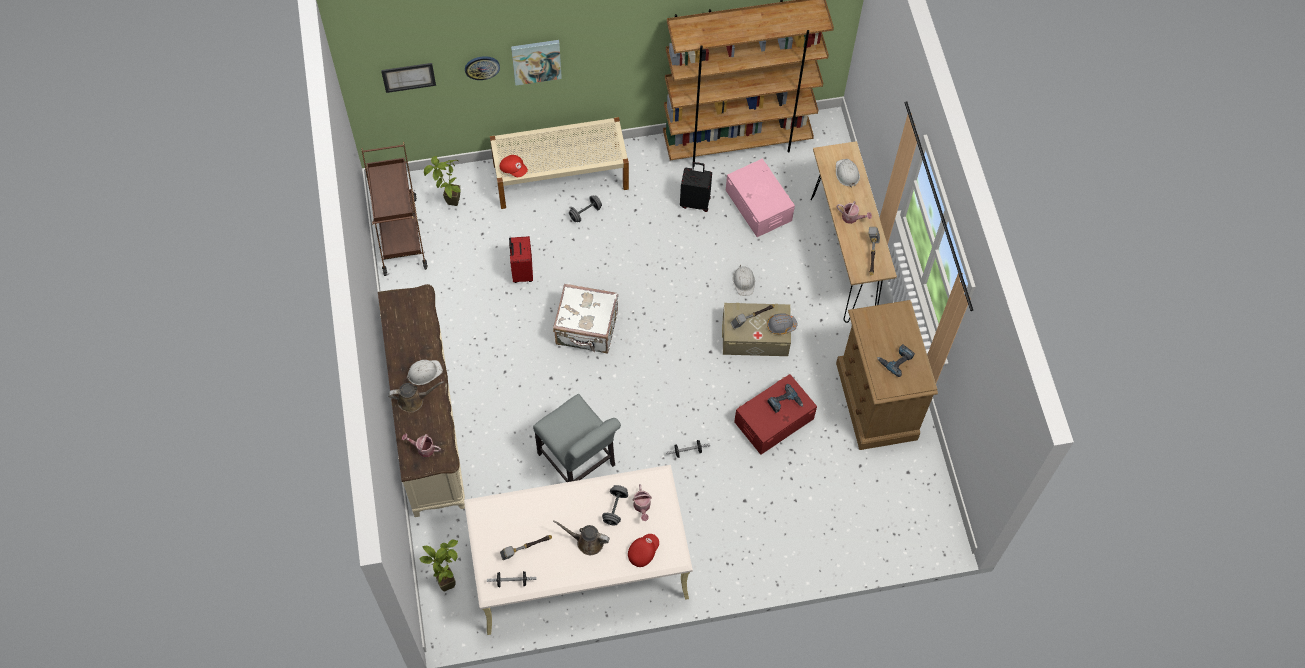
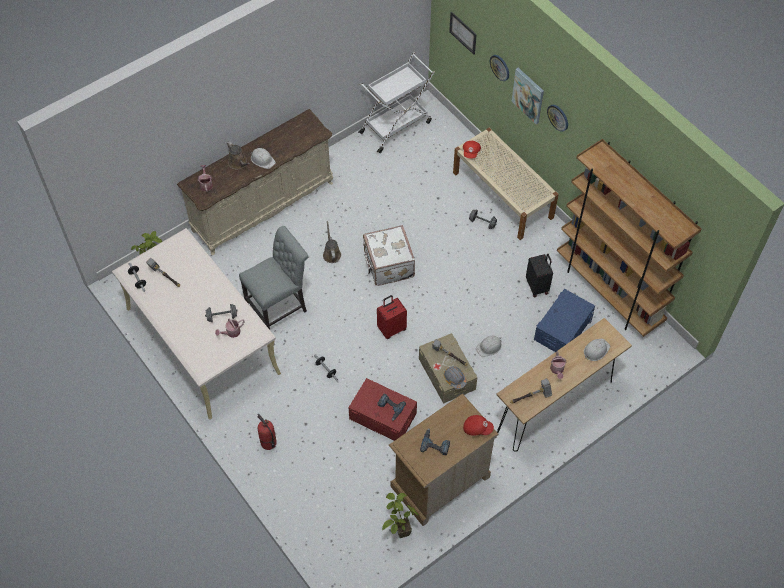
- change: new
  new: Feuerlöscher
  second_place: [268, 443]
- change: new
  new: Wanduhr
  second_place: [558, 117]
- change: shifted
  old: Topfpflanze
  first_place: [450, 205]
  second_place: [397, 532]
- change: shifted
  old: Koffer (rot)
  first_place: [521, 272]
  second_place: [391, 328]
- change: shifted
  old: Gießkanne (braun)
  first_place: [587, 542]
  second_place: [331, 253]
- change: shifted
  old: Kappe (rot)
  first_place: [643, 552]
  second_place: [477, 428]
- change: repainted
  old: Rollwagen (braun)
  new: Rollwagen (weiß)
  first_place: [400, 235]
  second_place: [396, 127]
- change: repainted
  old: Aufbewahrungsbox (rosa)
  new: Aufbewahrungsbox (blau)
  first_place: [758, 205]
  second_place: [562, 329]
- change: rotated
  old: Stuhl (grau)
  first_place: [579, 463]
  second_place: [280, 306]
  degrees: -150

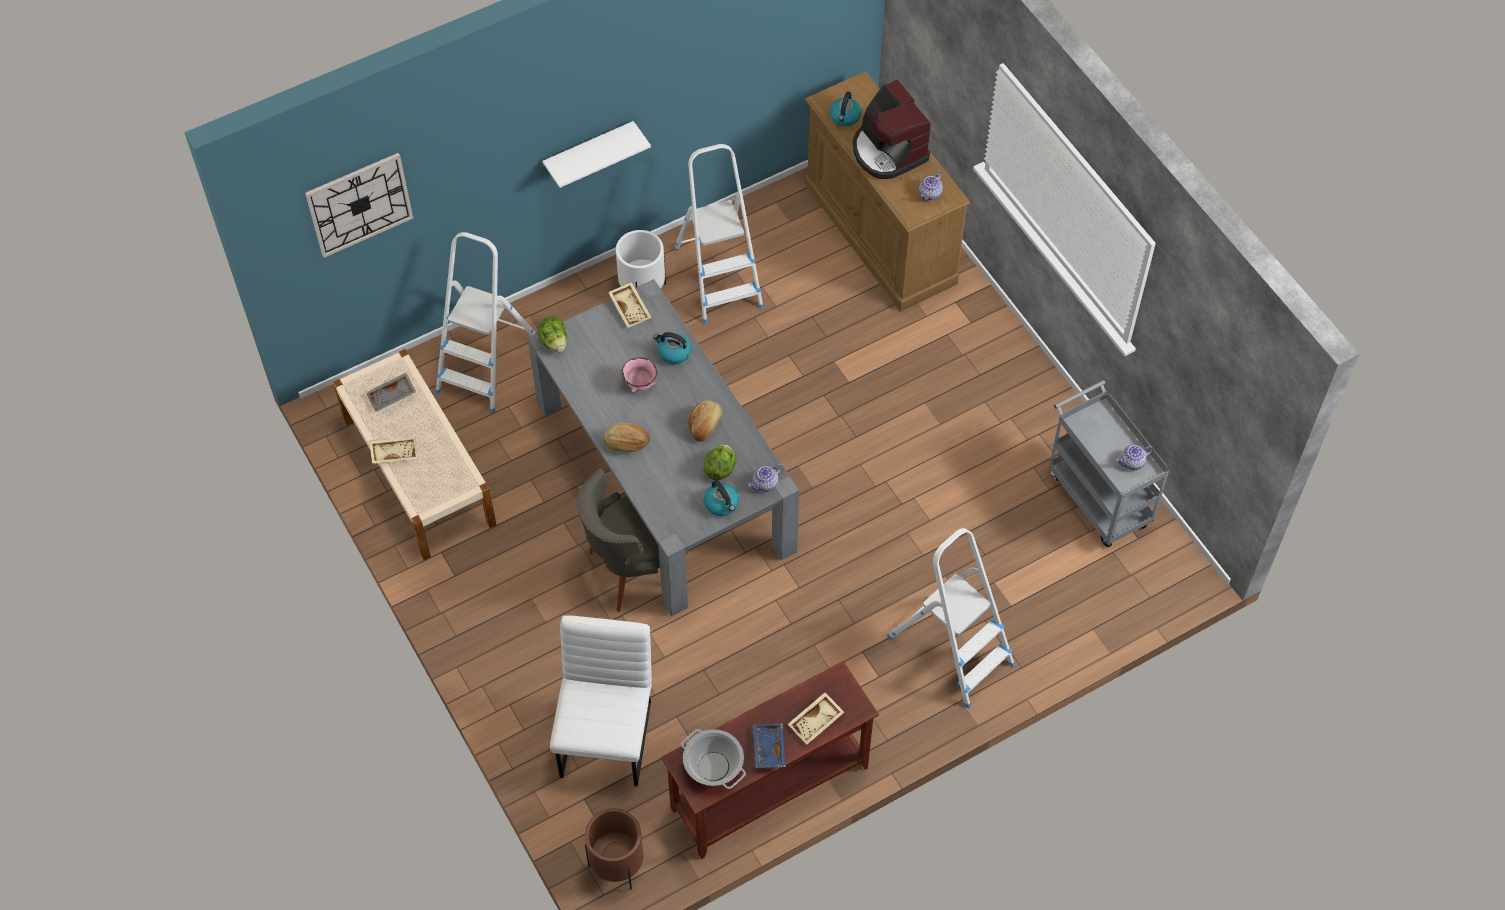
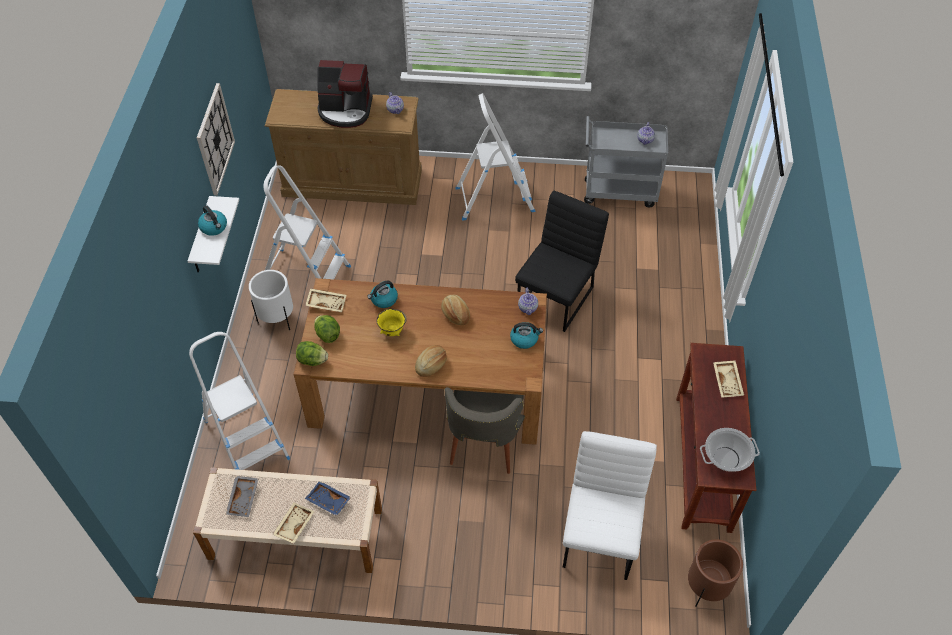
- change: new
  new: Stuhl (schwarz)
  second_place: [557, 297]
- change: shifted
  old: Wanduhr
  first_place: [359, 204]
  second_place: [215, 139]
- change: shifted
  old: Salatkopf
  first_place: [720, 469]
  second_place: [327, 334]
- change: shifted
  old: Tablett (blau)
  first_place: [767, 748]
  second_place: [328, 501]
- change: shifted
  old: Wasserkessel
  first_place: [845, 117]
  second_place: [214, 227]
- change: shifted
  old: Trittleiter (weiß)
  first_place: [951, 651]
  second_place: [496, 199]
- change: repainted
  old: Esstisch (grau)
  new: Esstisch (braun)
  first_place: [664, 476]
  second_place: [427, 387]
- change: repainted
  old: Schüssel (rosa)
  new: Schüssel (gelb)
  first_place: [640, 385]
  second_place: [392, 331]
- change: rotated
  old: Stuhl (weiß)
  first_place: [607, 735]
  second_place: [600, 535]
  degrees: 60

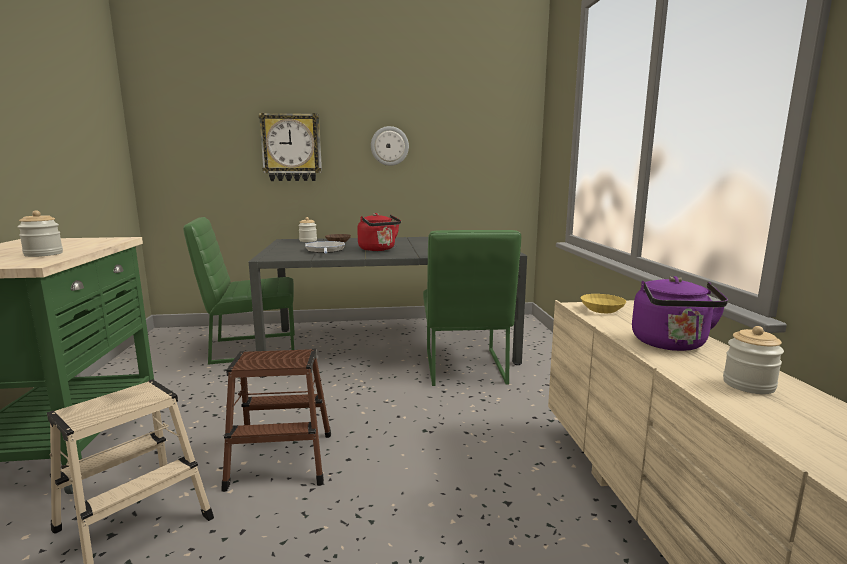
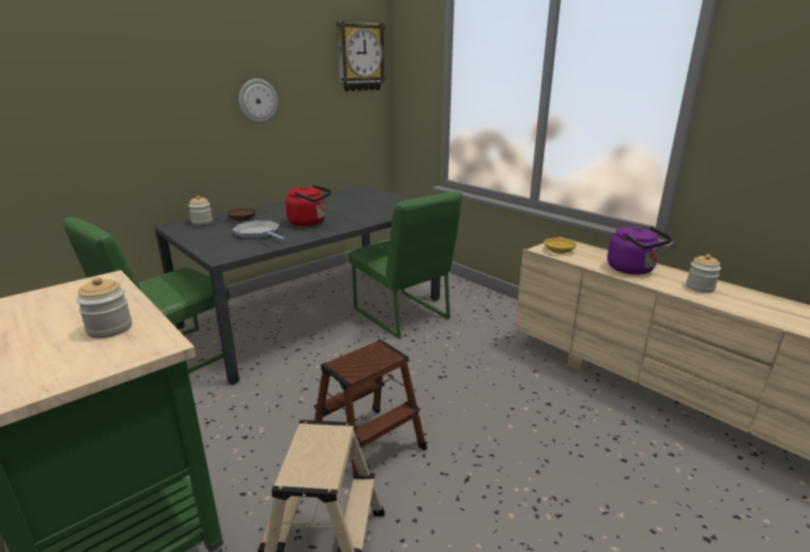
- change: shifted
  old: Wanduhr
  first_place: [291, 147]
  second_place: [360, 57]

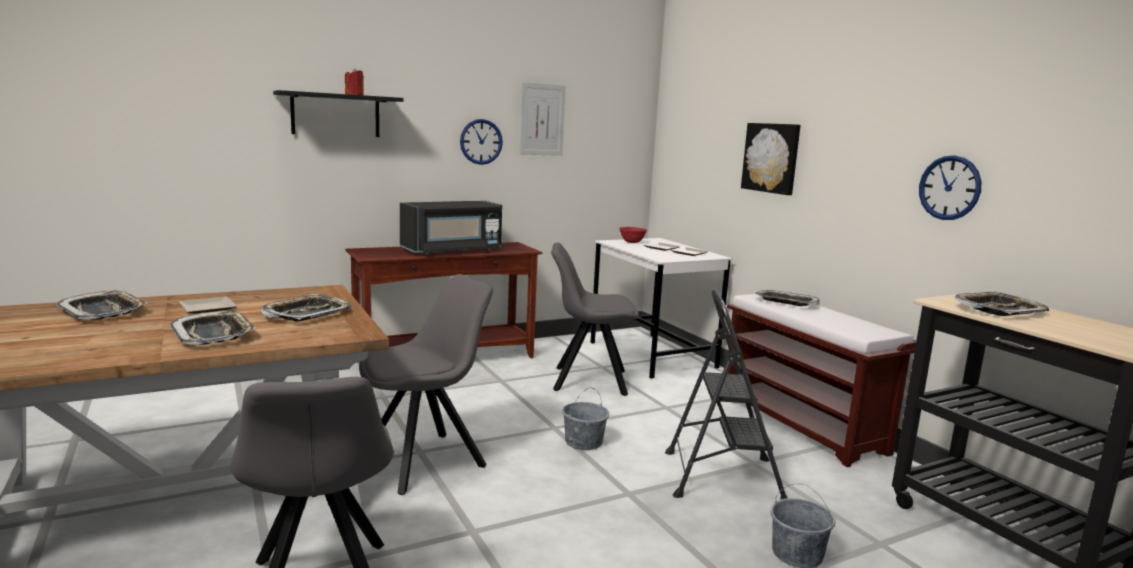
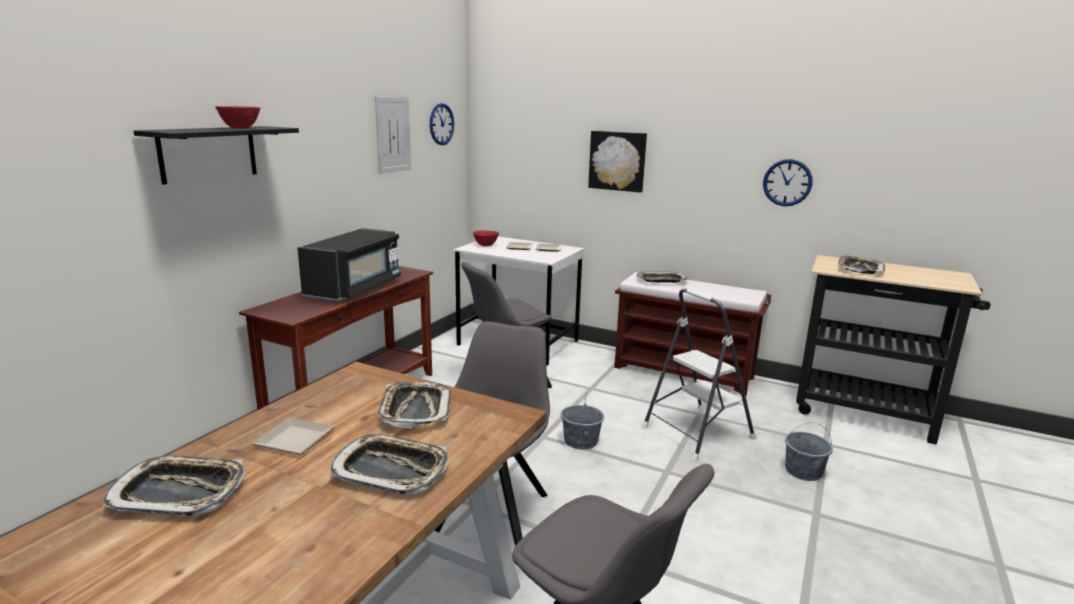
- change: shifted
  old: Wanduhr
  first_place: [481, 141]
  second_place: [441, 124]
- change: swapped
  old: Kerze (rot)
  new: Schüssel (rot)
  first_place: [354, 94]
  second_place: [240, 128]
- change: repainted
  old: Trittleiter (schwarz)
  new: Trittleiter (weiß)
  first_place: [719, 476]
  second_place: [695, 432]

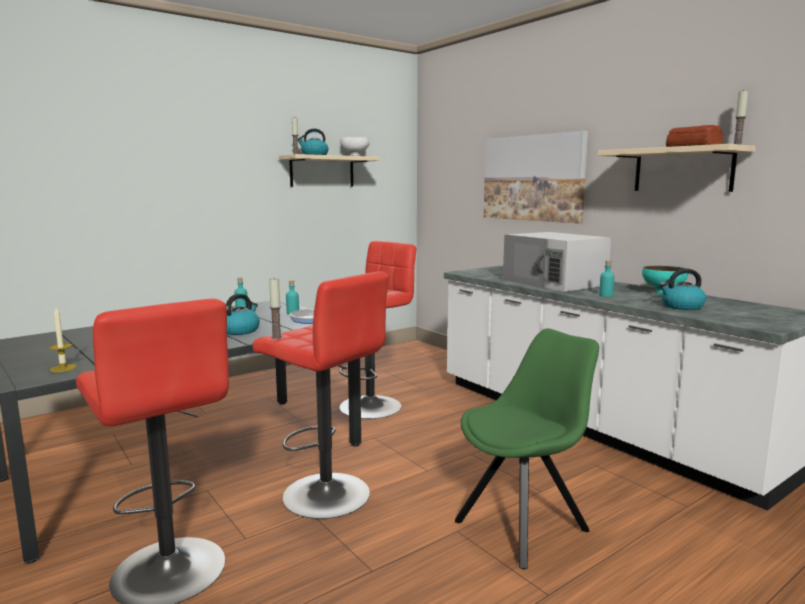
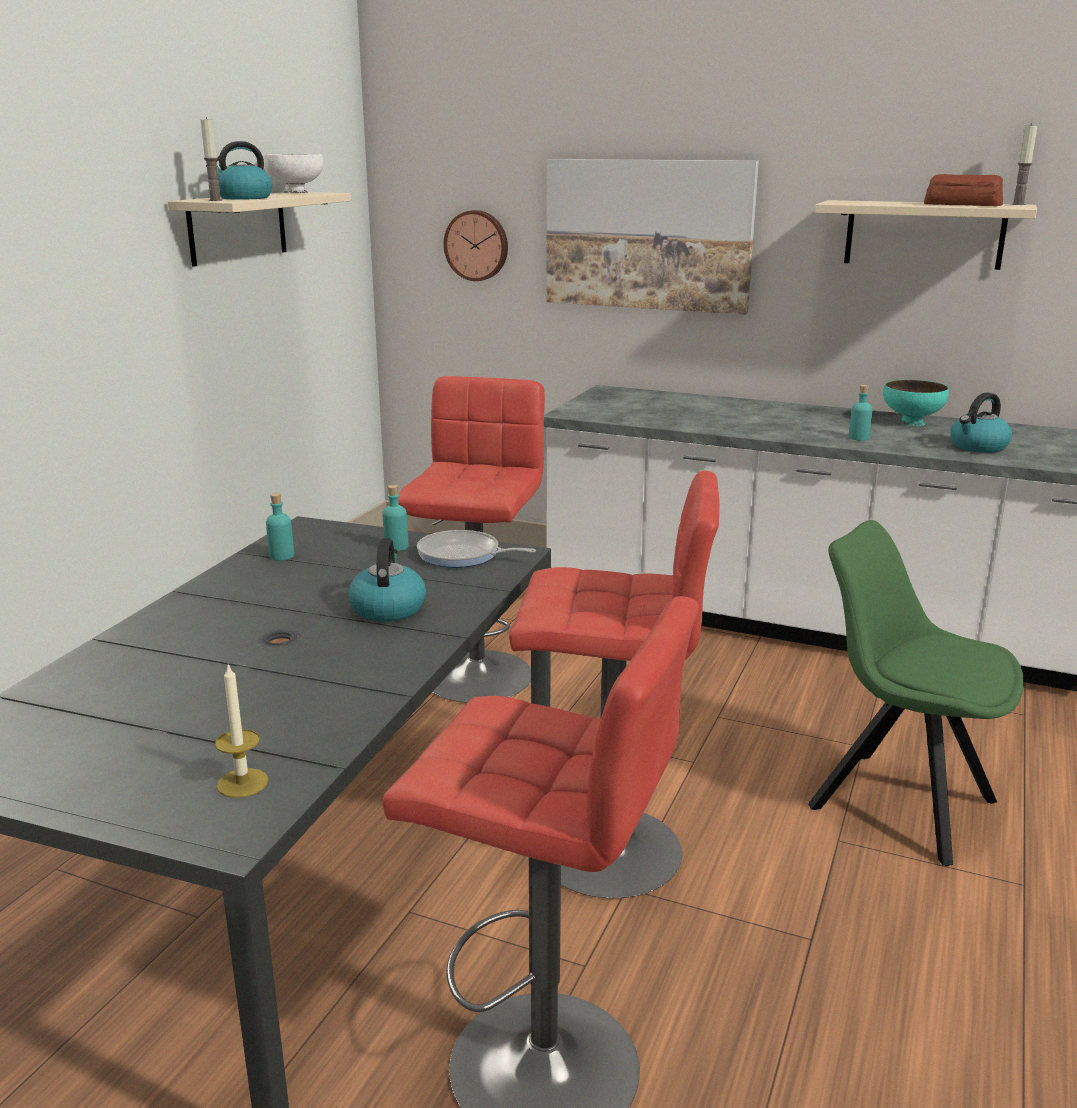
- change: gone
  old: Kerze
  first_place: [276, 337]
- change: gone
  old: Mikrowelle (weiß)
  first_place: [554, 282]
- change: new
  new: Wanduhr
  second_place: [477, 245]
- change: rotated
  old: Stuhl (grün)
  first_place: [523, 526]
  second_place: [899, 804]
  degrees: -75

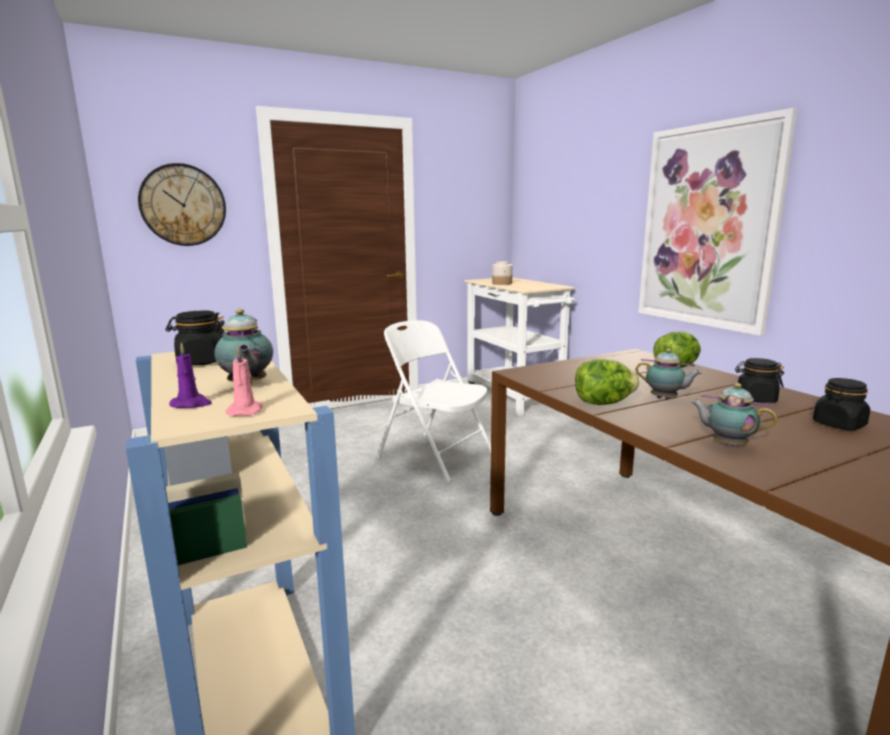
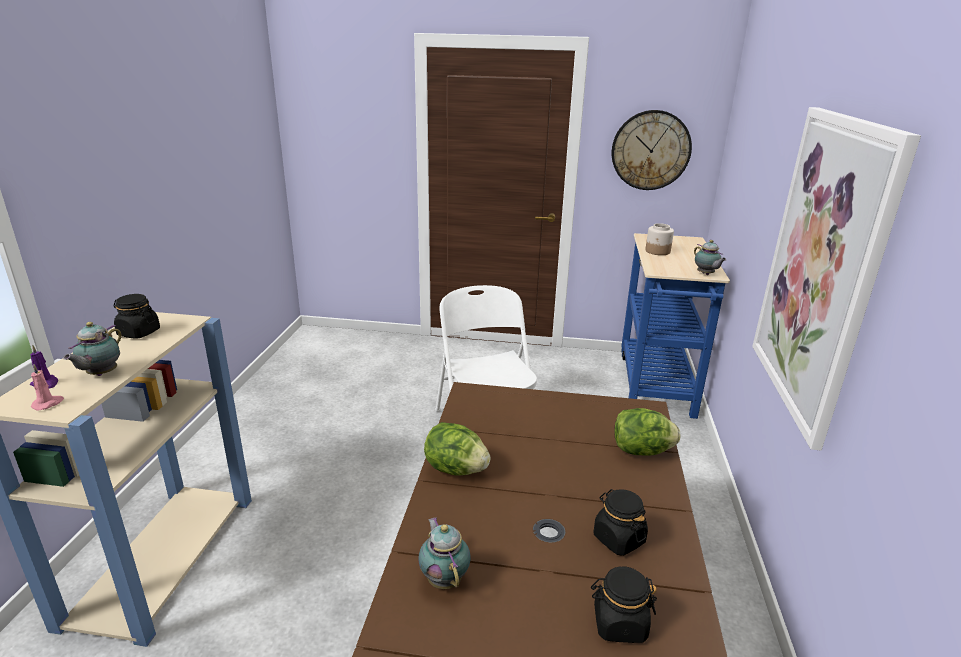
- change: shifted
  old: Wanduhr
  first_place: [183, 205]
  second_place: [650, 150]
- change: shifted
  old: Teekanne
  first_place: [665, 399]
  second_place: [706, 274]
- change: repainted
  old: Rollwagen (weiß)
  new: Rollwagen (blau)
  first_place: [515, 398]
  second_place: [655, 386]

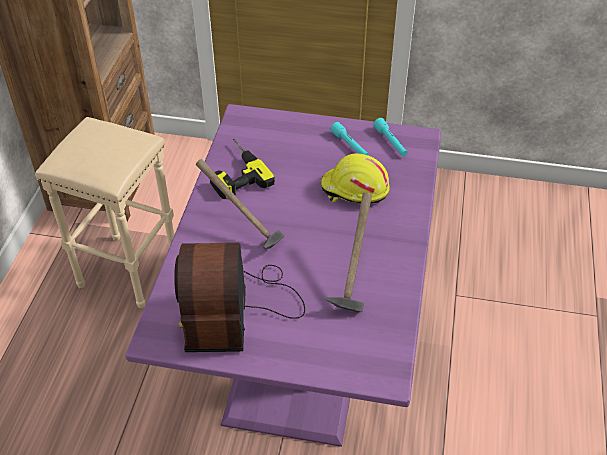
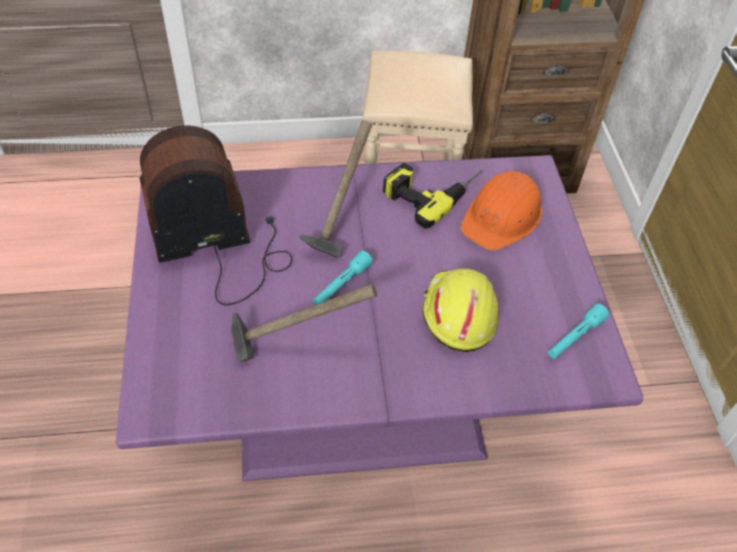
- change: new
  new: Schutzhelm (orange)
  second_place: [502, 216]
- change: shifted
  old: Taschenlampe (türkis)
  first_place: [350, 146]
  second_place: [341, 285]

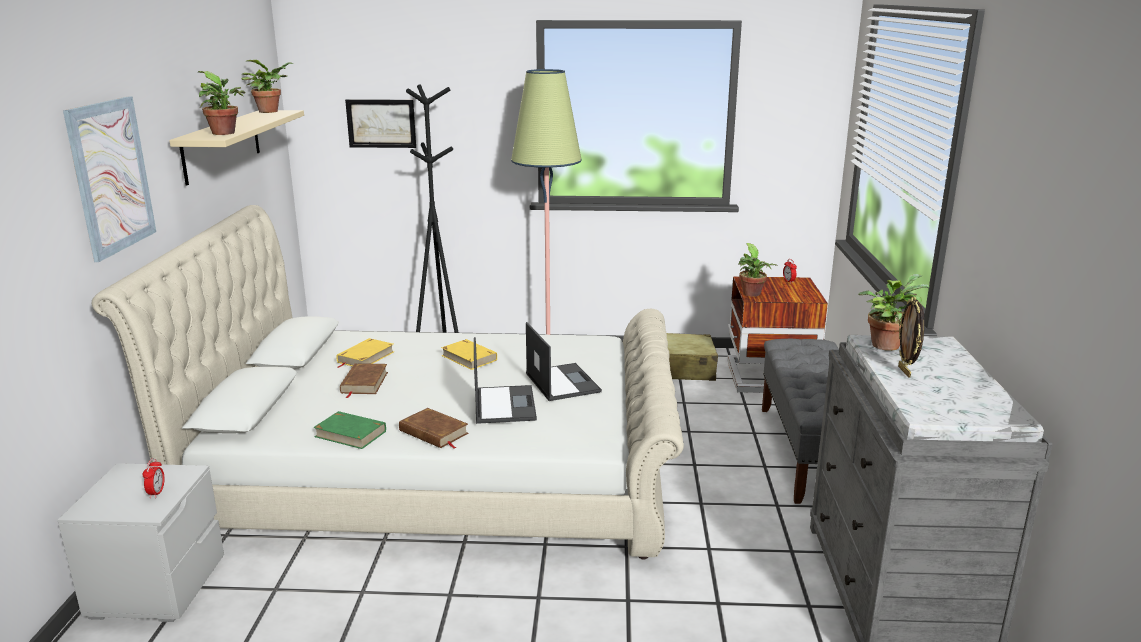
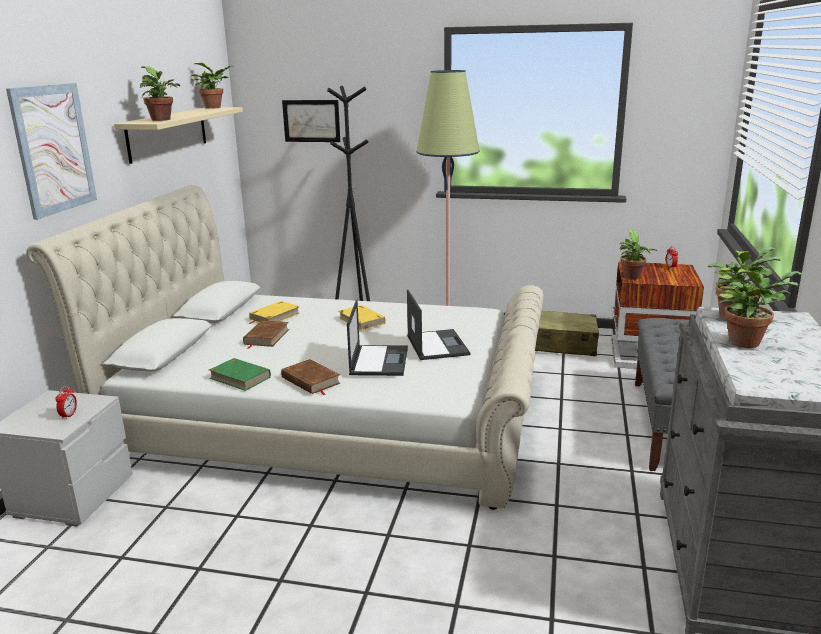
- change: swapped
  old: Bilderrahmen
  new: Topfpflanze
  first_place: [905, 372]
  second_place: [747, 342]

